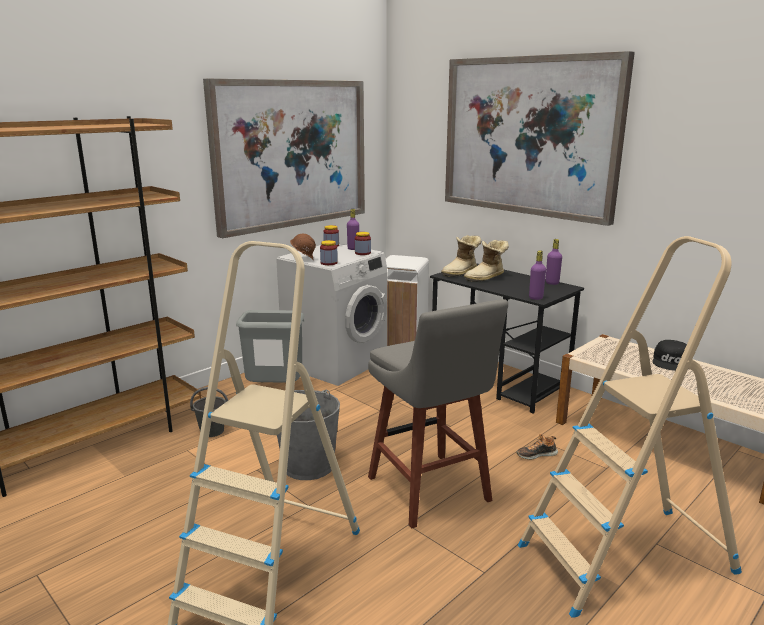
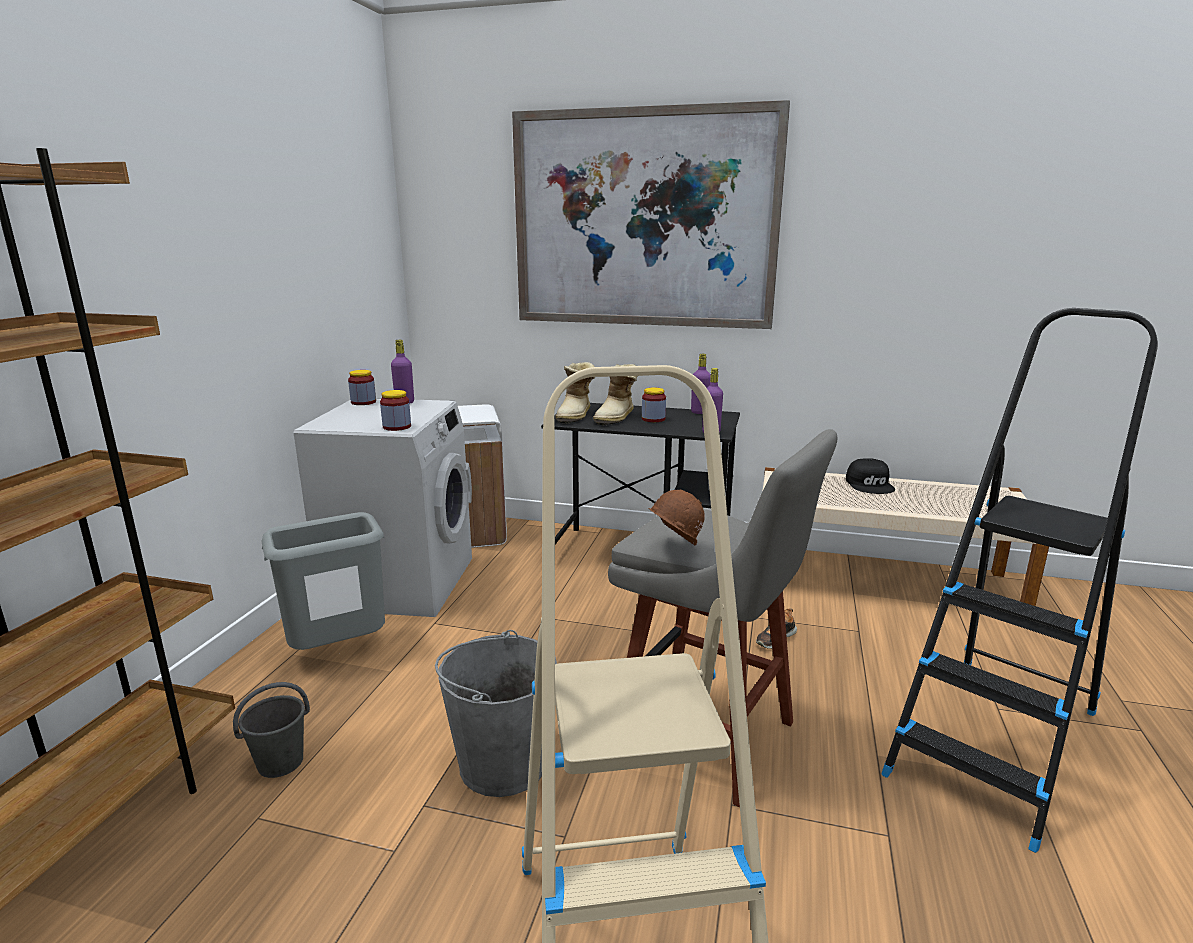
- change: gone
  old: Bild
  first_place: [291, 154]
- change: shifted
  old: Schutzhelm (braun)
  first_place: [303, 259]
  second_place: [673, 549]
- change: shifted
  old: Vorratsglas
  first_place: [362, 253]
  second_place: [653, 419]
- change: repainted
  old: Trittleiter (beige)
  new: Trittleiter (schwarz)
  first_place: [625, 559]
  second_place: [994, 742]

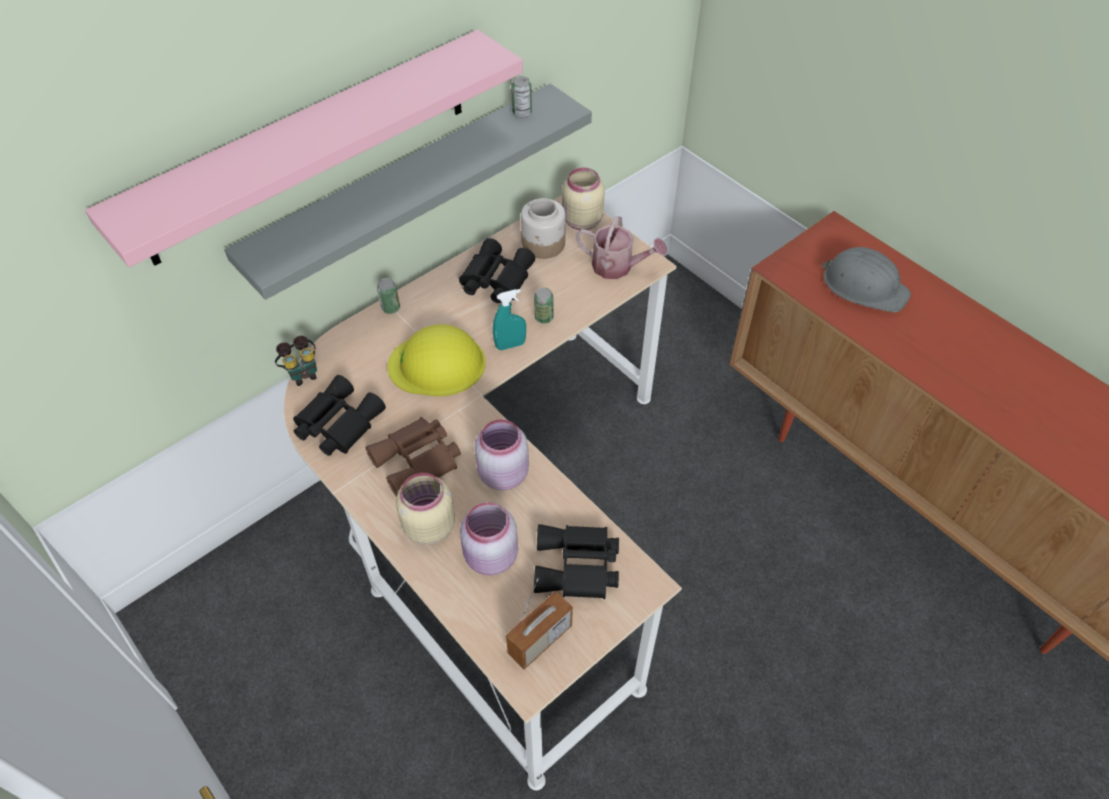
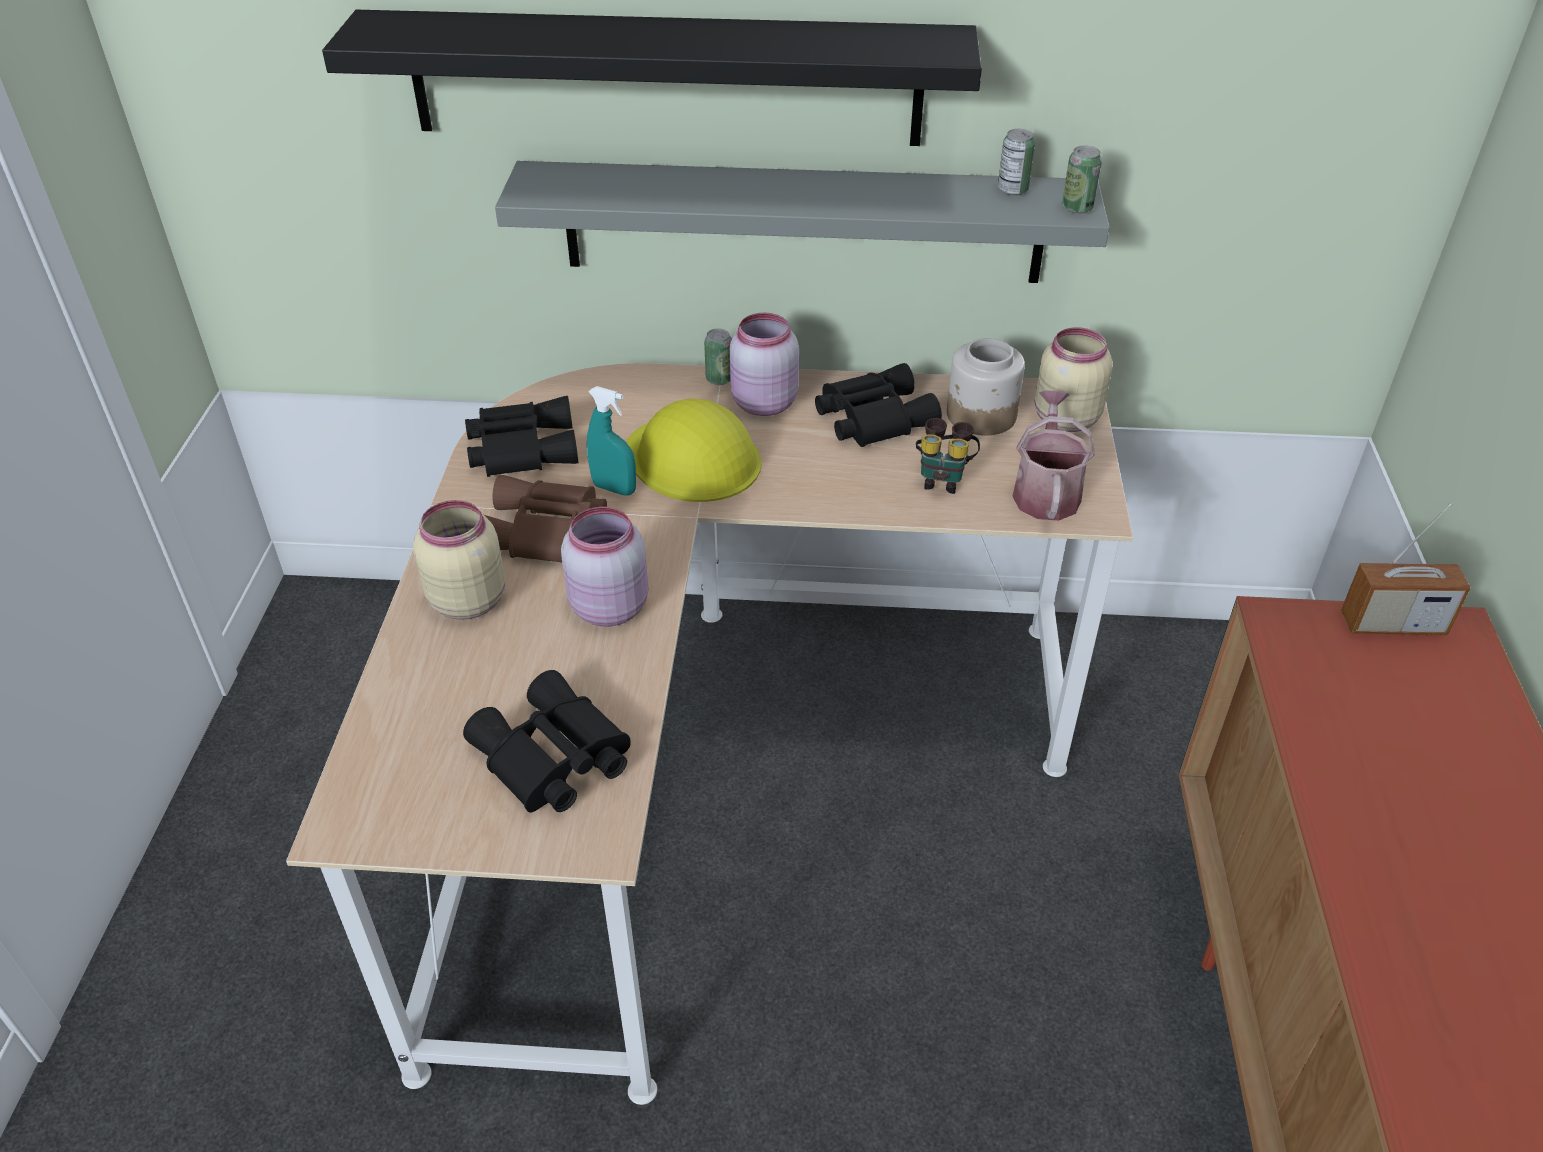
- change: gone
  old: Schutzhelm (grau)
  first_place: [864, 286]
- change: shifted
  old: Fernglas
  first_place: [302, 373]
  second_place: [942, 479]
- change: shifted
  old: Vorratsglas (rosa)
  first_place: [489, 557]
  second_place: [762, 403]
- change: shifted
  old: Sprühflasche (türkis)
  first_place: [510, 345]
  second_place: [614, 488]
- change: shifted
  old: Radio
  first_place: [540, 640]
  second_place: [1392, 624]
- change: shifted
  old: Dose
  first_place: [544, 318]
  second_place: [1077, 208]
- change: repainted
  old: Wandregal (rosa)
  new: Wandregal (schwarz)
  first_place: [309, 147]
  second_place: [665, 78]
- change: rotated
  old: Gießkanne
  first_place: [618, 267]
  second_place: [1046, 491]
  degrees: -150

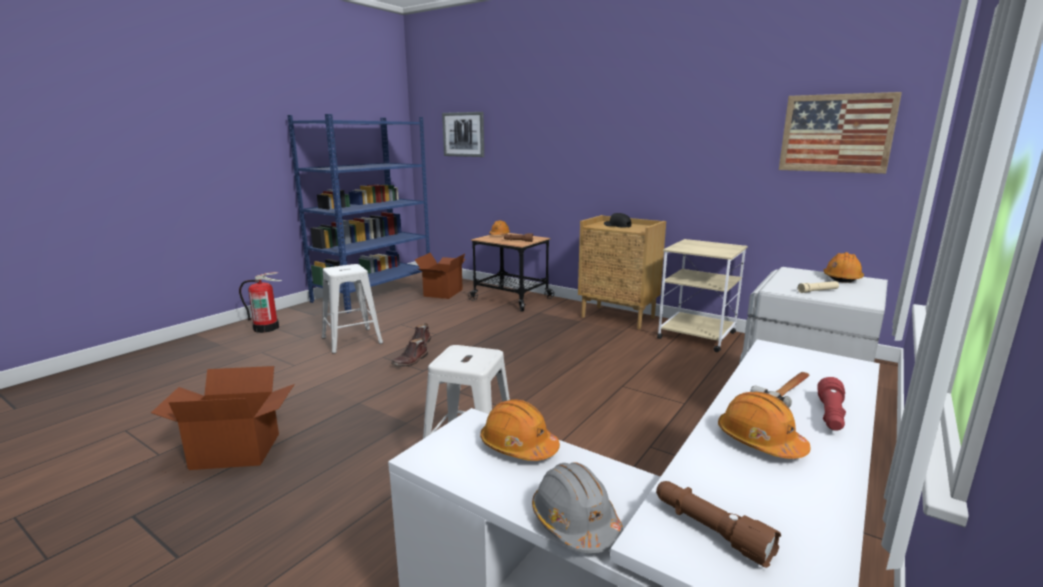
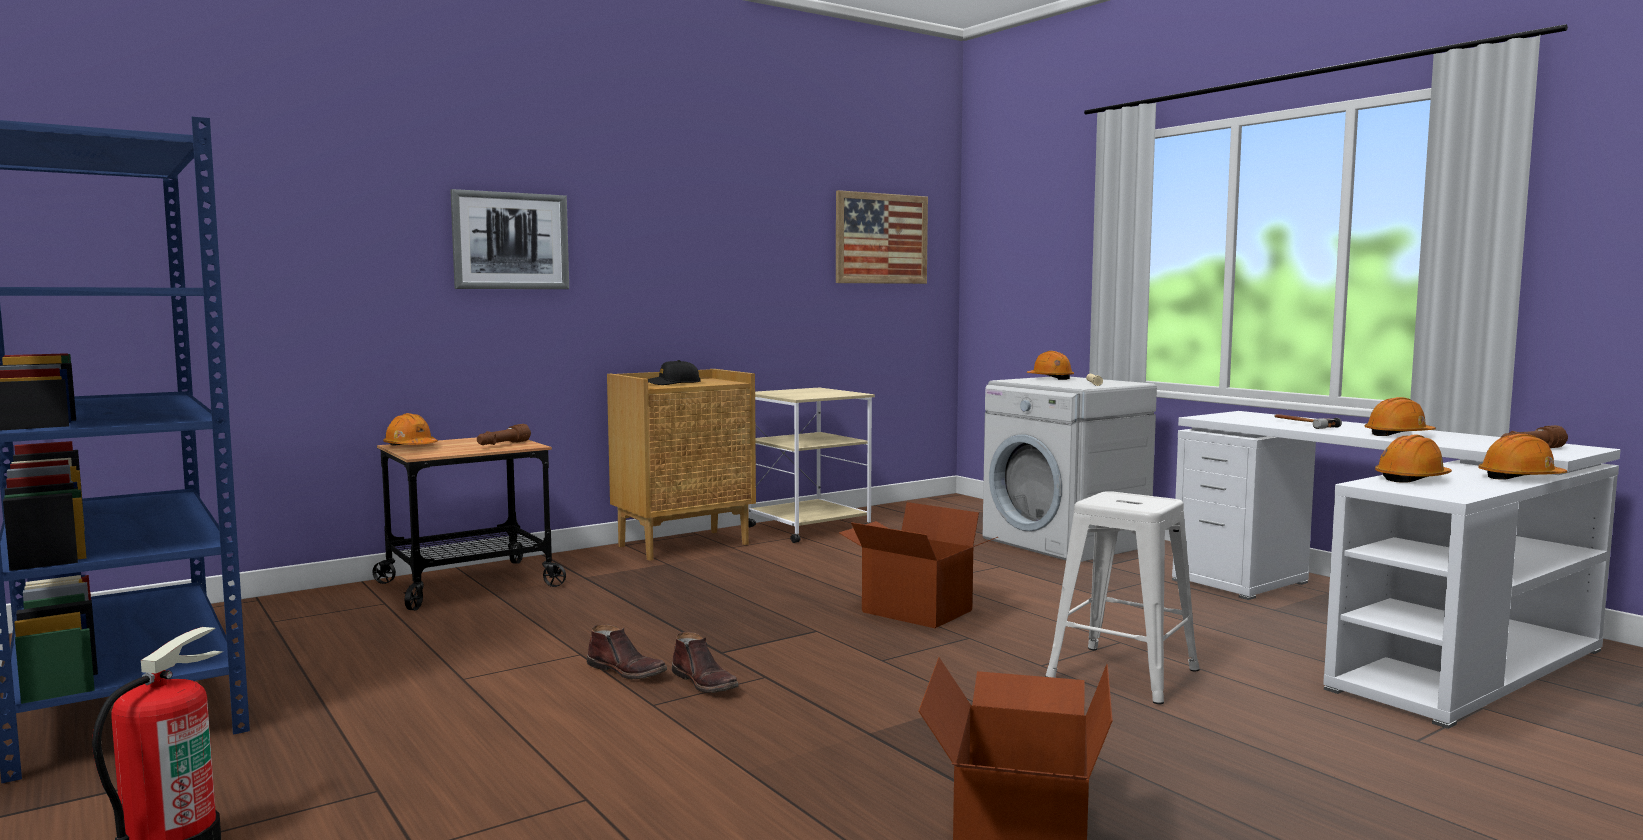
- change: gone
  old: Hocker (weiß)
  first_place: [352, 340]
- change: gone
  old: Taschenlampe (rot)
  first_place: [830, 416]
- change: shifted
  old: Karton
  first_place: [442, 292]
  second_place: [915, 612]
- change: shifted
  old: Bild
  first_place: [463, 134]
  second_place: [511, 241]
- change: repainted
  old: Schutzhelm (grau)
  new: Schutzhelm (orange)
  first_place: [575, 522]
  second_place: [1520, 478]

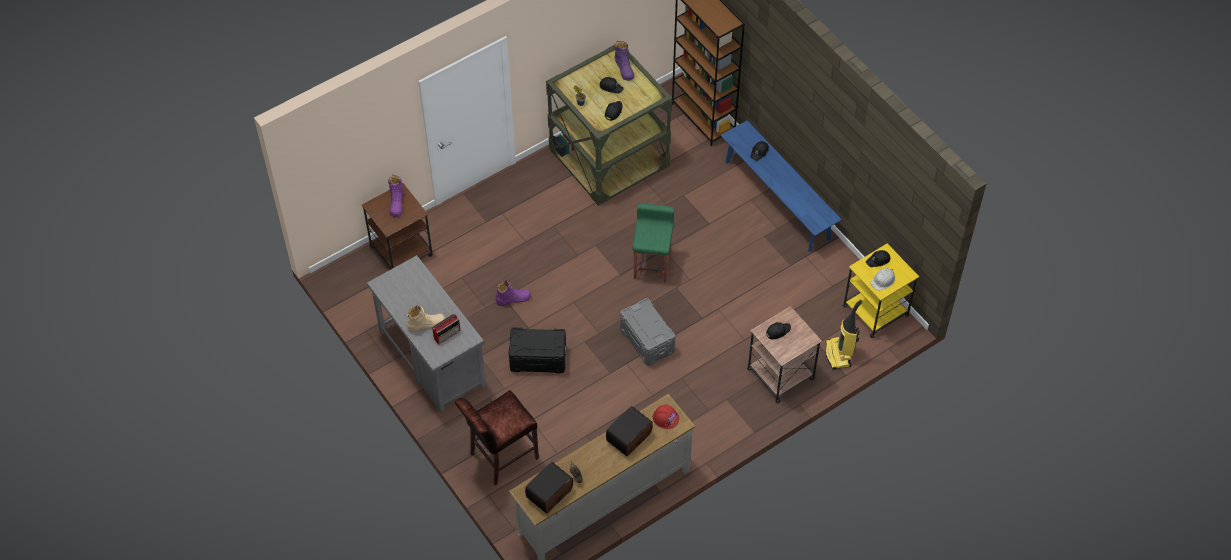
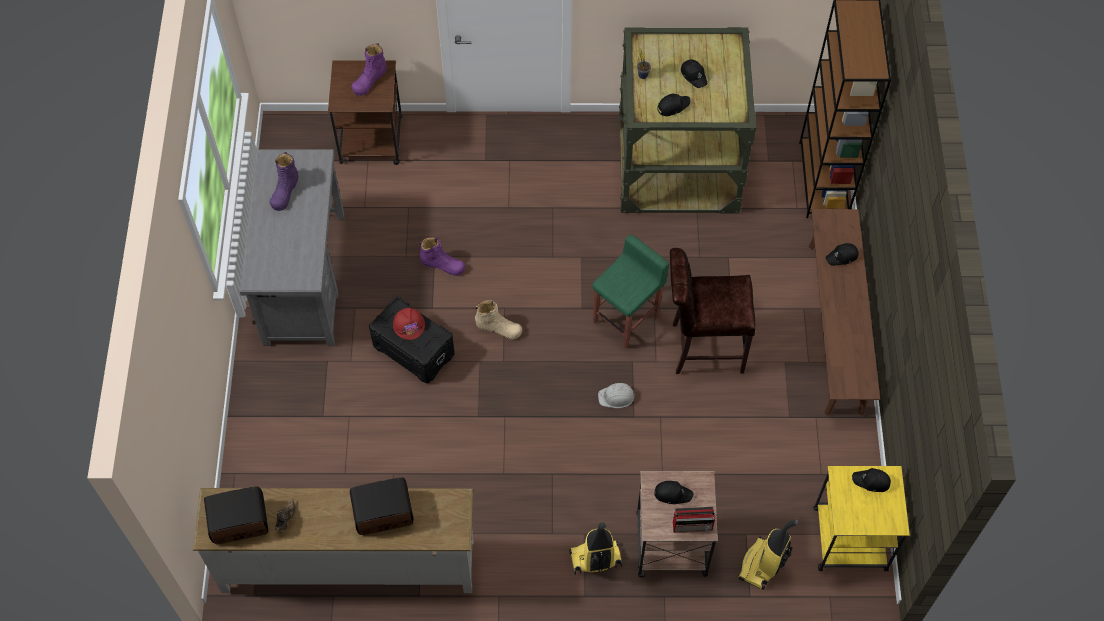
- change: gone
  old: Aufbewahrungsbox (grau)
  first_place: [646, 340]
- change: new
  new: Staubsauger
  second_place: [595, 560]
- change: shifted
  old: Stiefel (beige)
  first_place: [426, 324]
  second_place: [499, 328]
- change: shifted
  old: Radio
  first_place: [447, 334]
  second_place: [693, 525]
- change: shifted
  old: Hocker (braun)
  first_place: [500, 457]
  second_place: [702, 347]
- change: shifted
  old: Stiefel (lila)
  first_place: [624, 68]
  second_place: [285, 191]
- change: shifted
  old: Schutzhelm (rot)
  first_place: [665, 417]
  second_place: [409, 324]
- change: shifted
  old: Schutzhelm (weiß)
  first_place: [883, 280]
  second_place: [616, 397]
- change: repainted
  old: Bank (blau)
  new: Bank (braun)
  first_place: [777, 200]
  second_place: [835, 327]

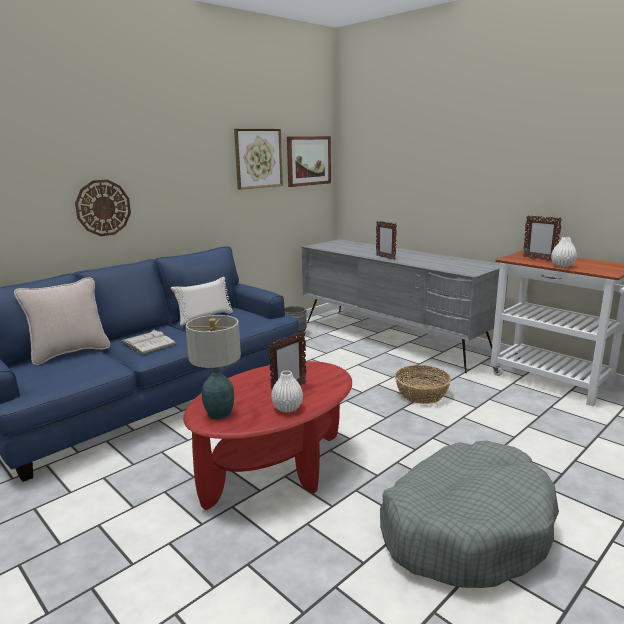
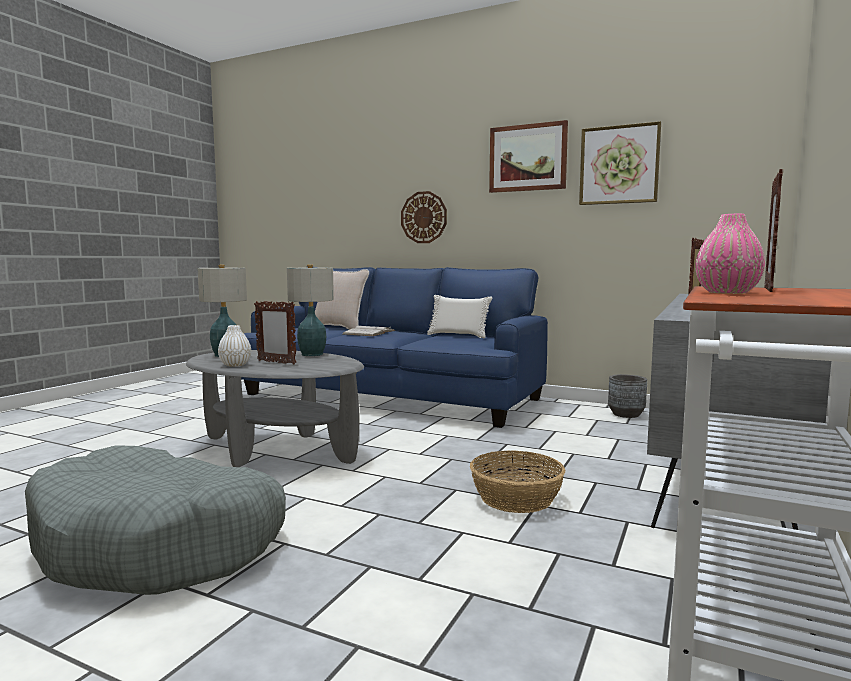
- change: new
  new: Tischlampe
  second_place: [312, 354]
- change: shifted
  old: Bild
  first_place: [308, 161]
  second_place: [528, 158]
- change: repainted
  old: Couchtisch (rot)
  new: Couchtisch (grau)
  first_place: [276, 469]
  second_place: [277, 449]
- change: repainted
  old: Vase (weiß)
  new: Vase (rosa)
  first_place: [562, 266]
  second_place: [727, 292]

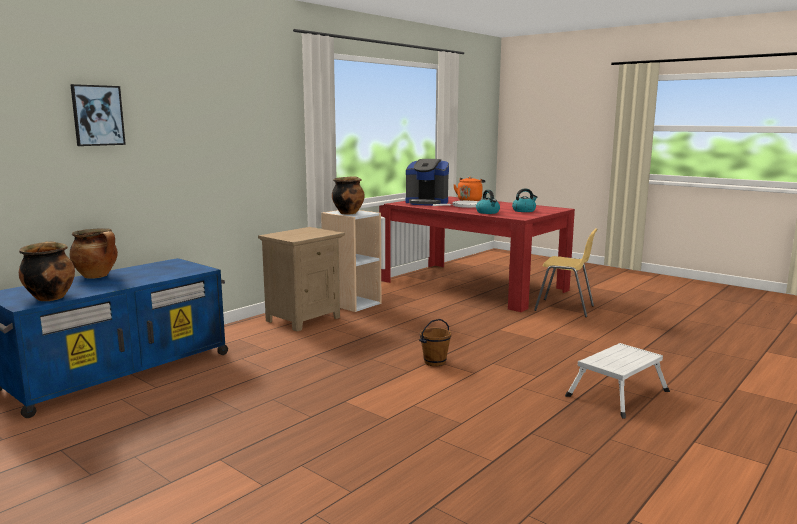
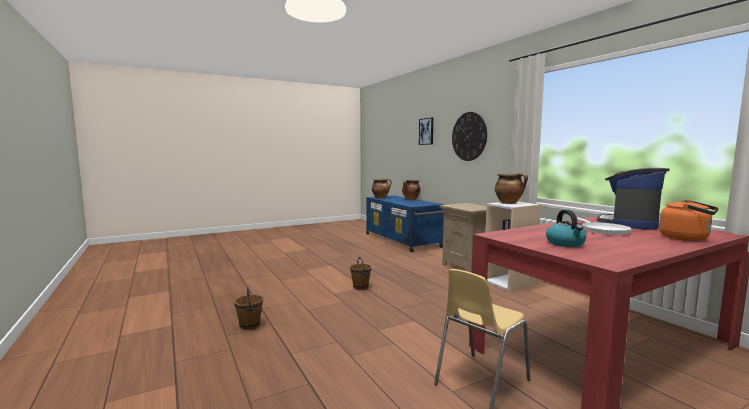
- change: gone
  old: Wasserkessel
  first_place: [488, 212]
- change: new
  new: Wanduhr
  second_place: [469, 136]
- change: swapped
  old: Trittleiter (weiß)
  new: Eimer (braun)
  first_place: [617, 394]
  second_place: [249, 326]

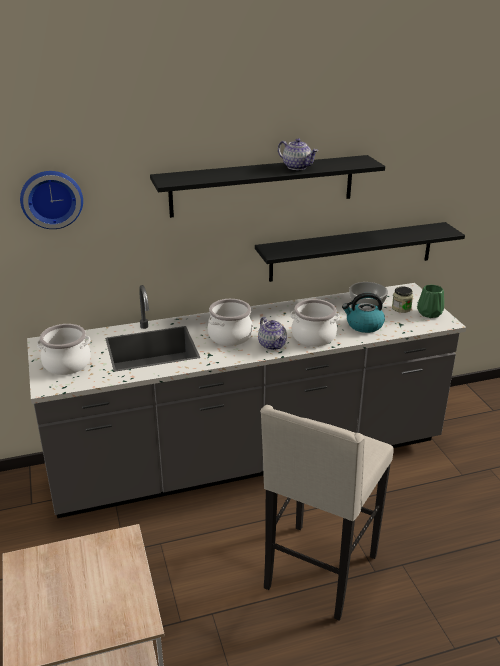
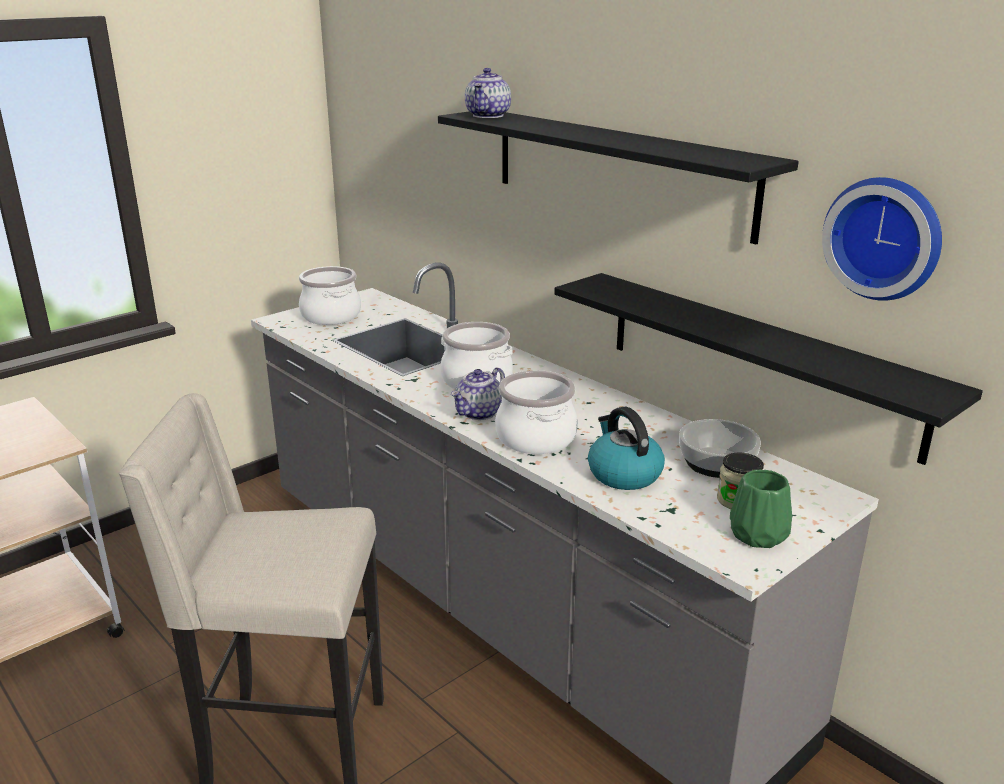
- change: shifted
  old: Wanduhr
  first_place: [51, 198]
  second_place: [885, 237]
- change: shifted
  old: Teekanne
  first_place: [297, 167]
  second_place: [488, 115]

